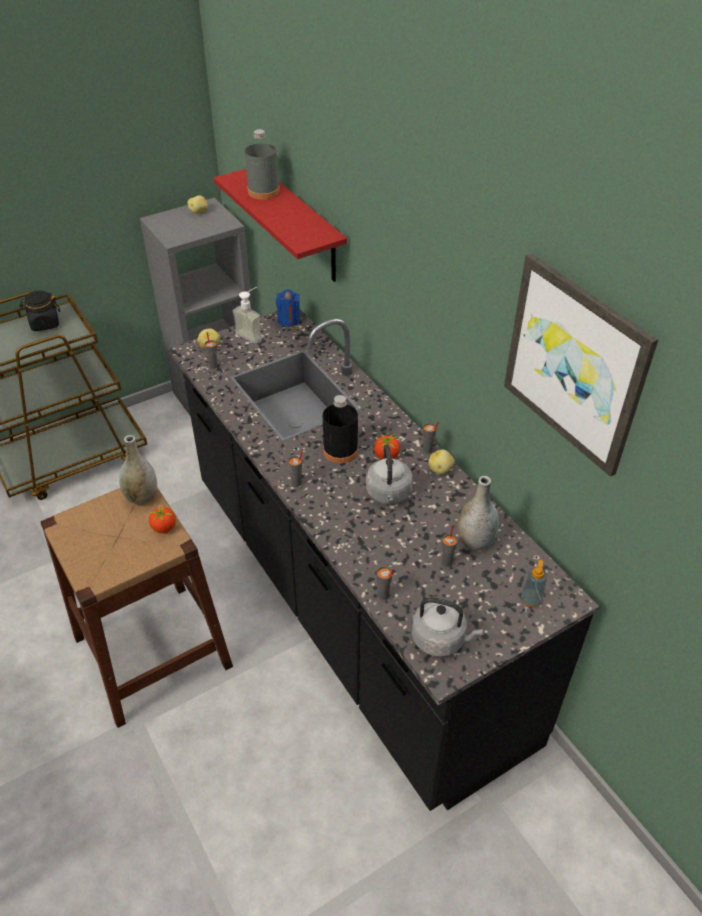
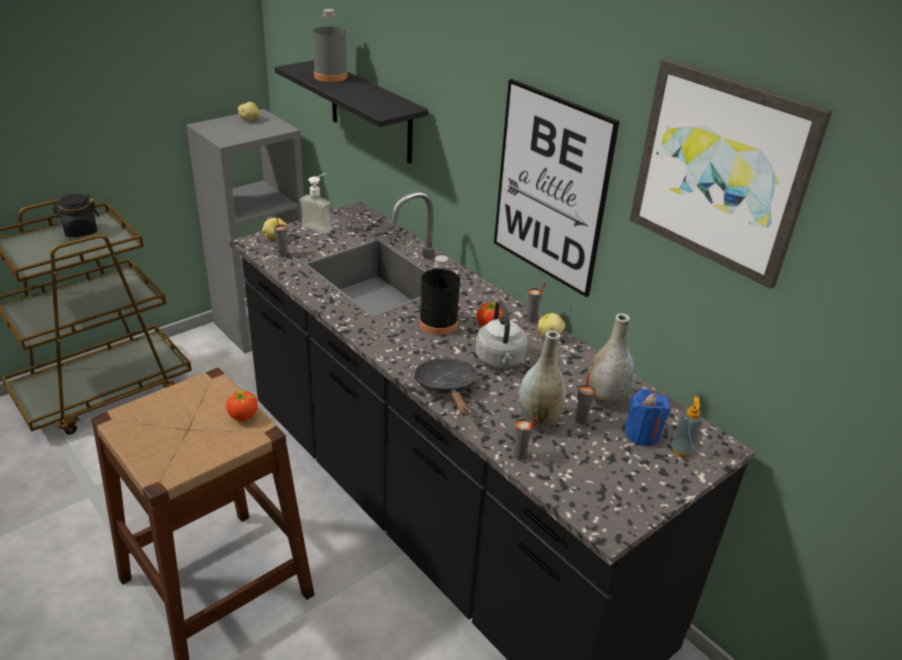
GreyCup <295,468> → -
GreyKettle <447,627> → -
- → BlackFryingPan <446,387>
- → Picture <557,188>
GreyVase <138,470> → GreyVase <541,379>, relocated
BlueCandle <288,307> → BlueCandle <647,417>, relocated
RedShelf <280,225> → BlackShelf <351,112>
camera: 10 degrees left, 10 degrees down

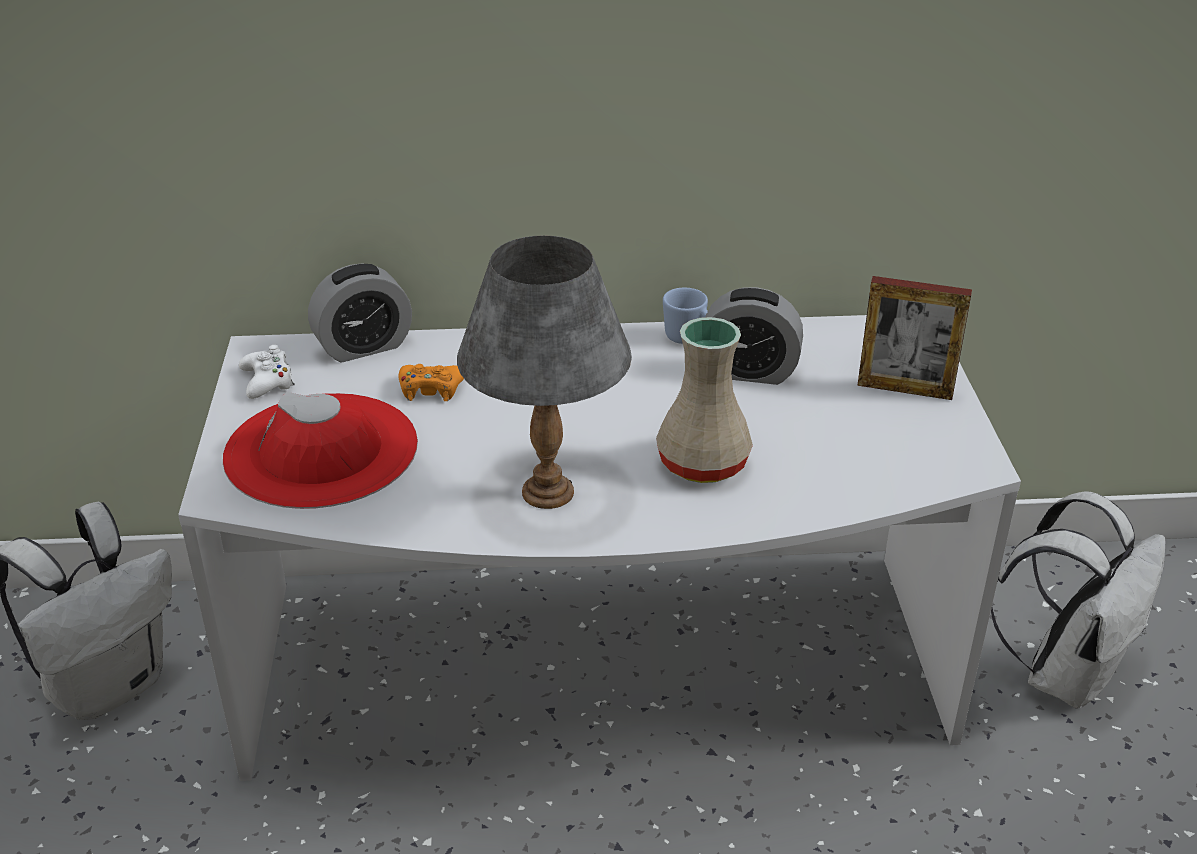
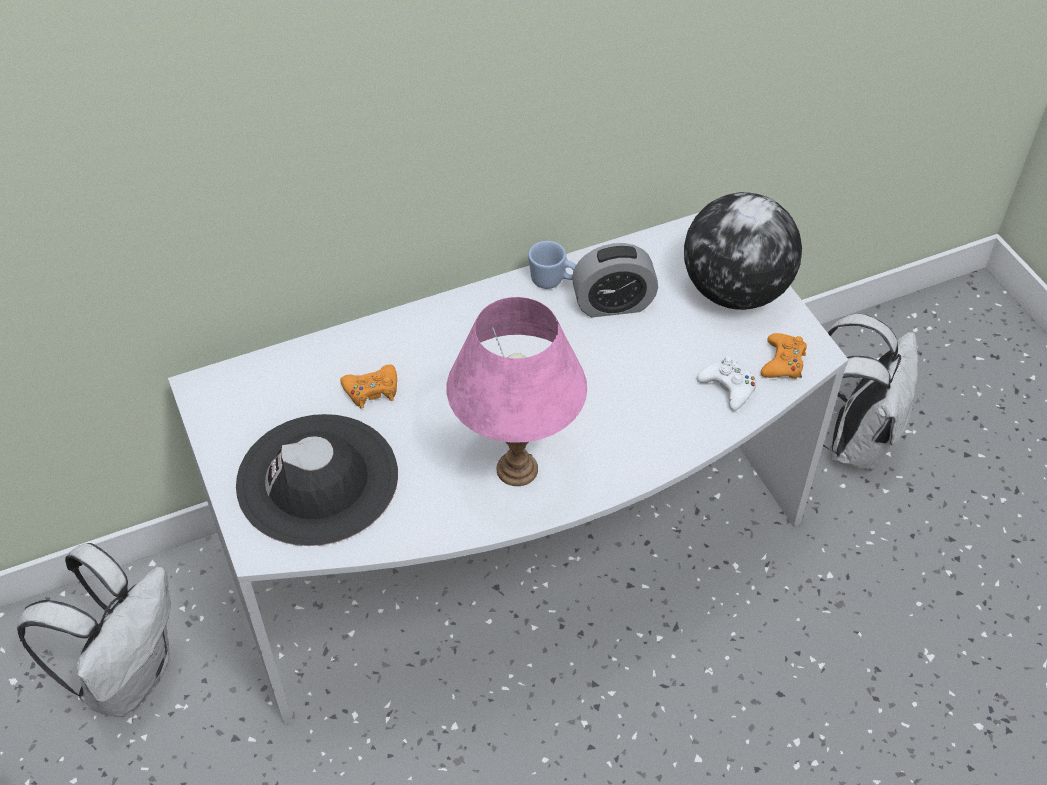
AlarmClock <360,313> → -
BeigeVase <704,400> → -
- → OrangeGameController <784,356>
WhiteGameController <267,372> → WhiteGameController <727,383>, relocated
PictureFrame <914,338> → Globe <743,251>
RedHat <320,450> → BlackHat <317,480>
GreyTableLamp <544,372> → PinkTableLamp <517,391>
camera: 20 degrees left, 15 degrees up

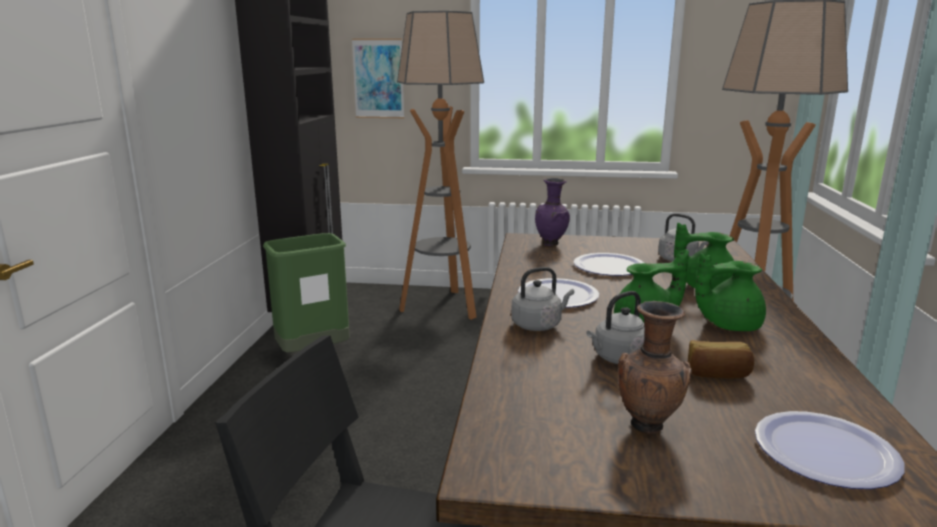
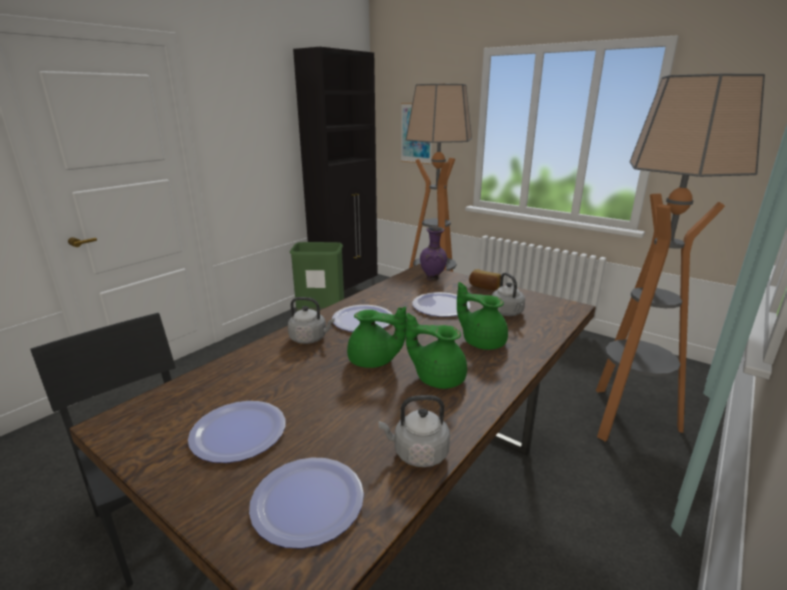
GreyKettle <615,327> → GreyKettle <414,431>, relocated
Bread <721,359> → Bread <485,279>, relocated
BrownVase <655,368> → Plate <236,432>
camera: 30 degrees right, 5 degrees up

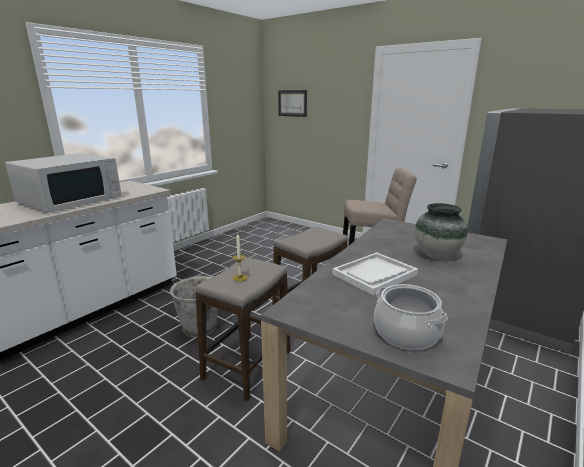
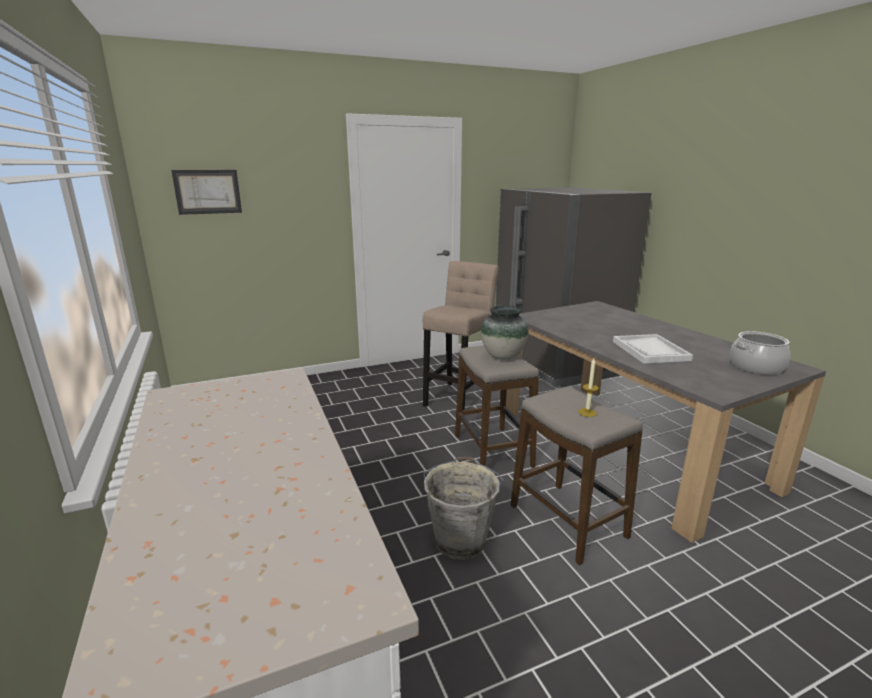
WhiteMicrowave <63,183> → -
Vase <441,231> → Vase <504,332>, relocated
camera: 60 degrees left, 0 degrees up

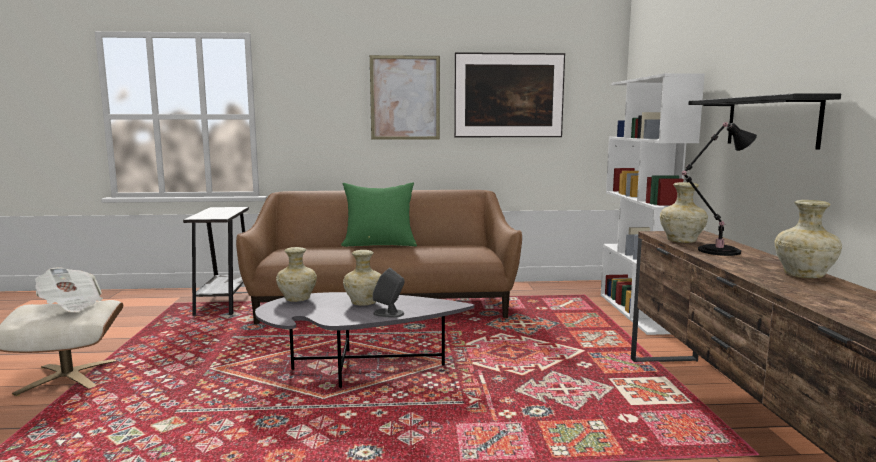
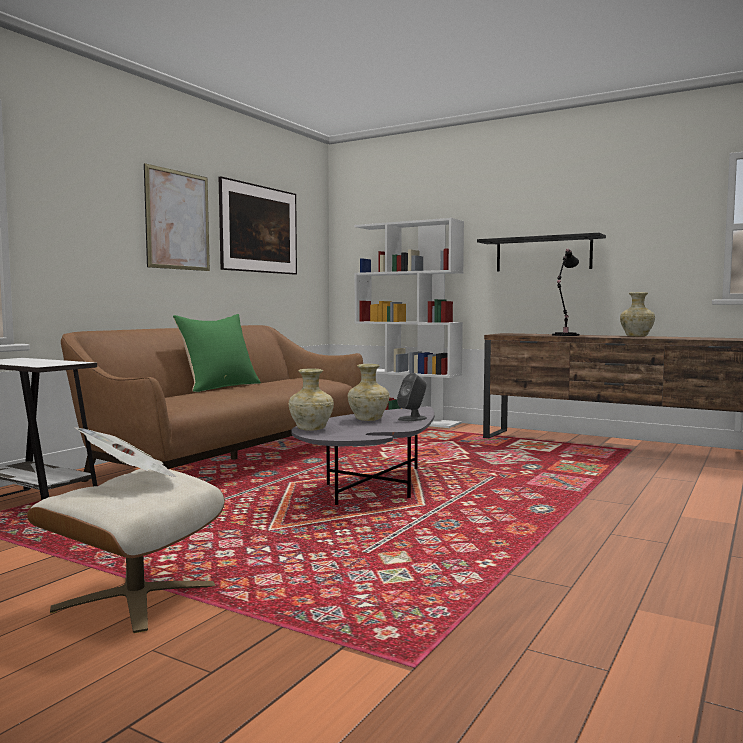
BeigeVase <684,212> → -
camera: 55 degrees left, 5 degrees down

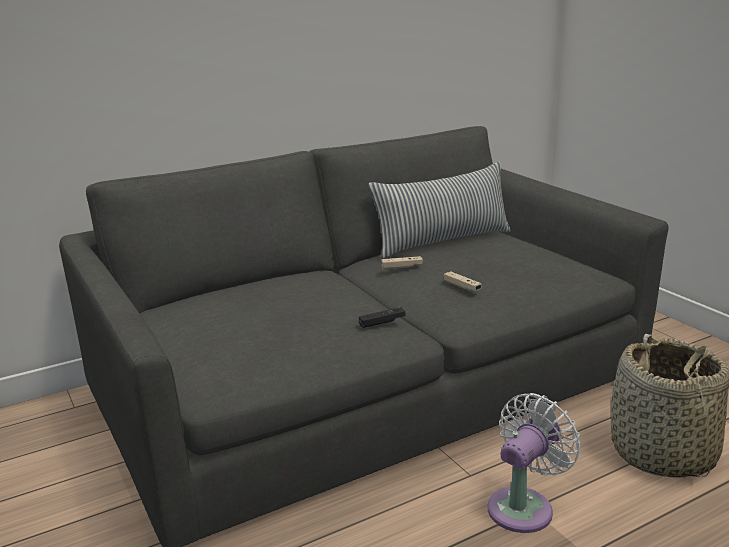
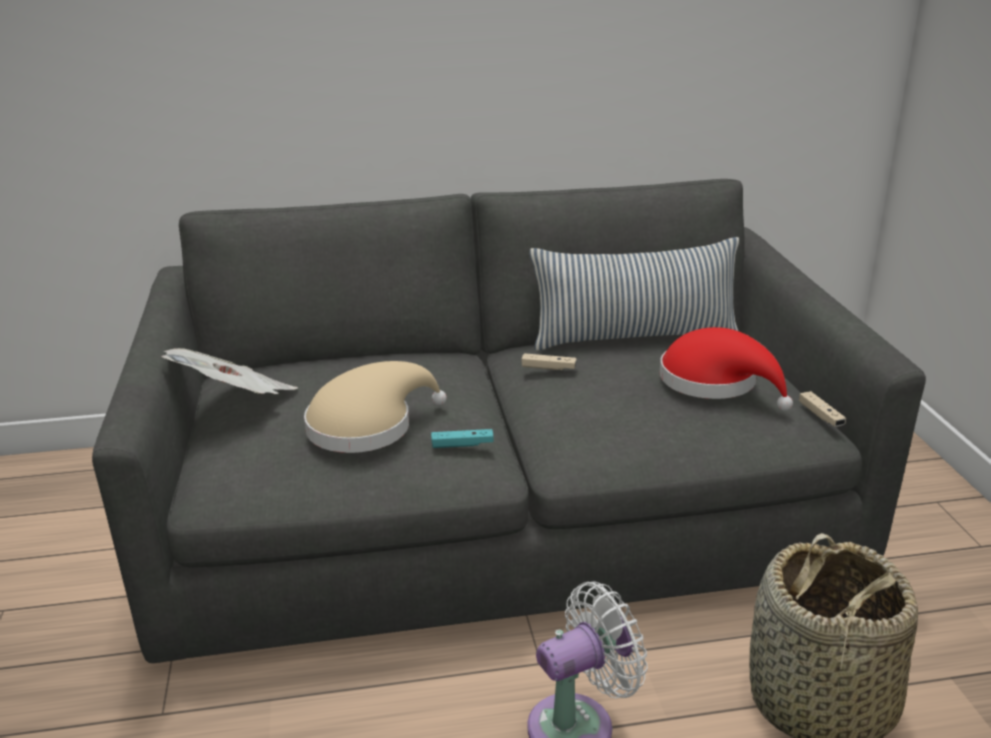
- → Newspaper <229,371>
- → BeigeHat <375,407>
- → RedHat <726,369>
BeigeGameController <463,281> → BeigeGameController <822,409>, relocated
BlackGameController <382,317> → TurquoiseGameController <462,438>
camera: 20 degrees right, 5 degrees up

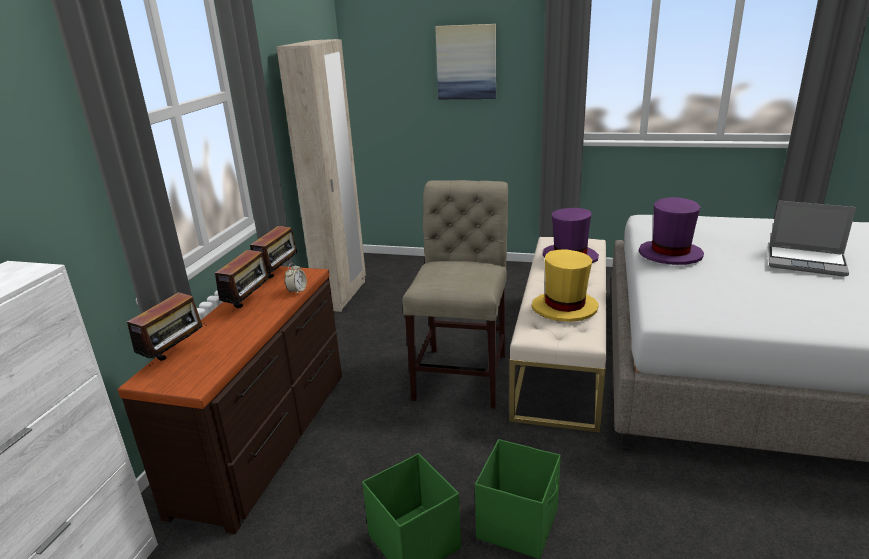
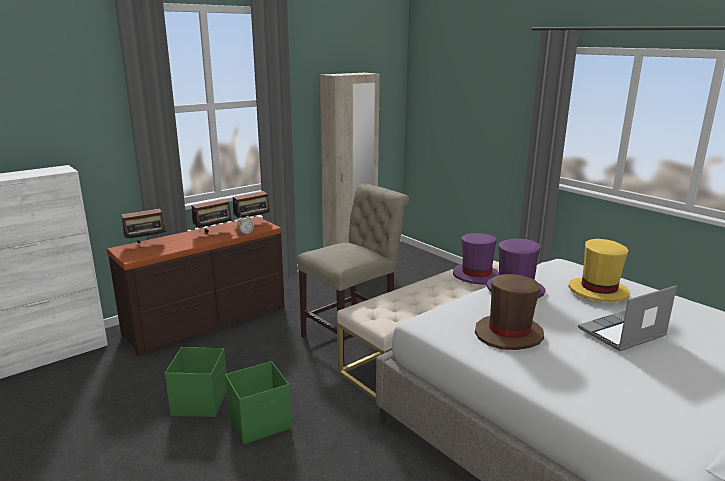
Picture <465,61> → -
- → BrownHat <509,312>
YellowHat <565,285> → YellowHat <599,270>, relocated
Laptop <812,238> → Laptop <627,318>, 90 degrees clockwise
camera: 35 degrees right, 5 degrees down

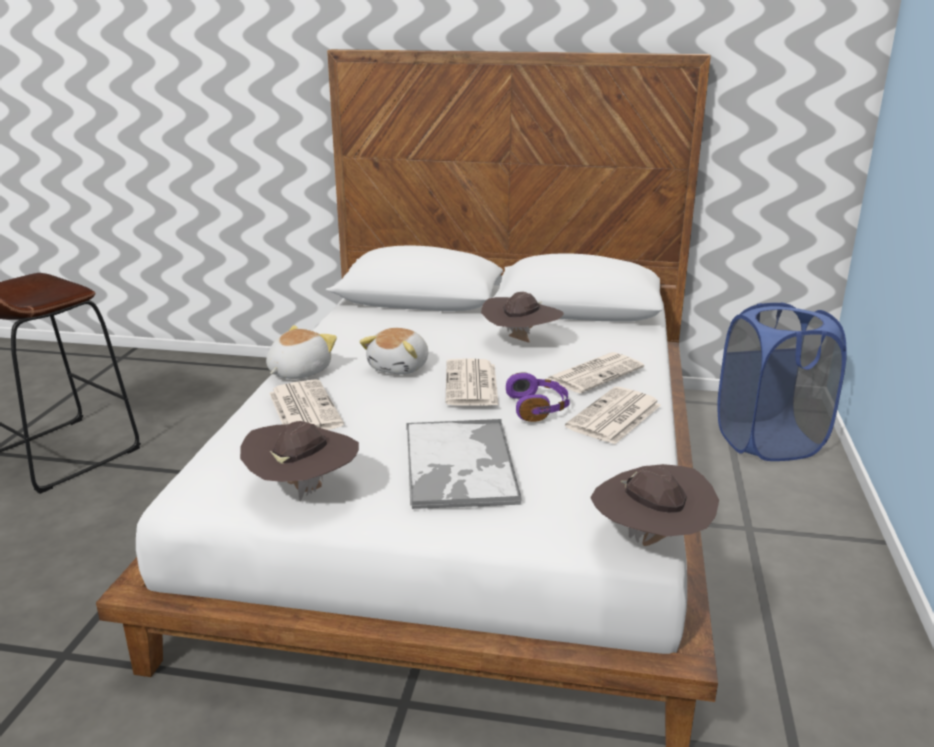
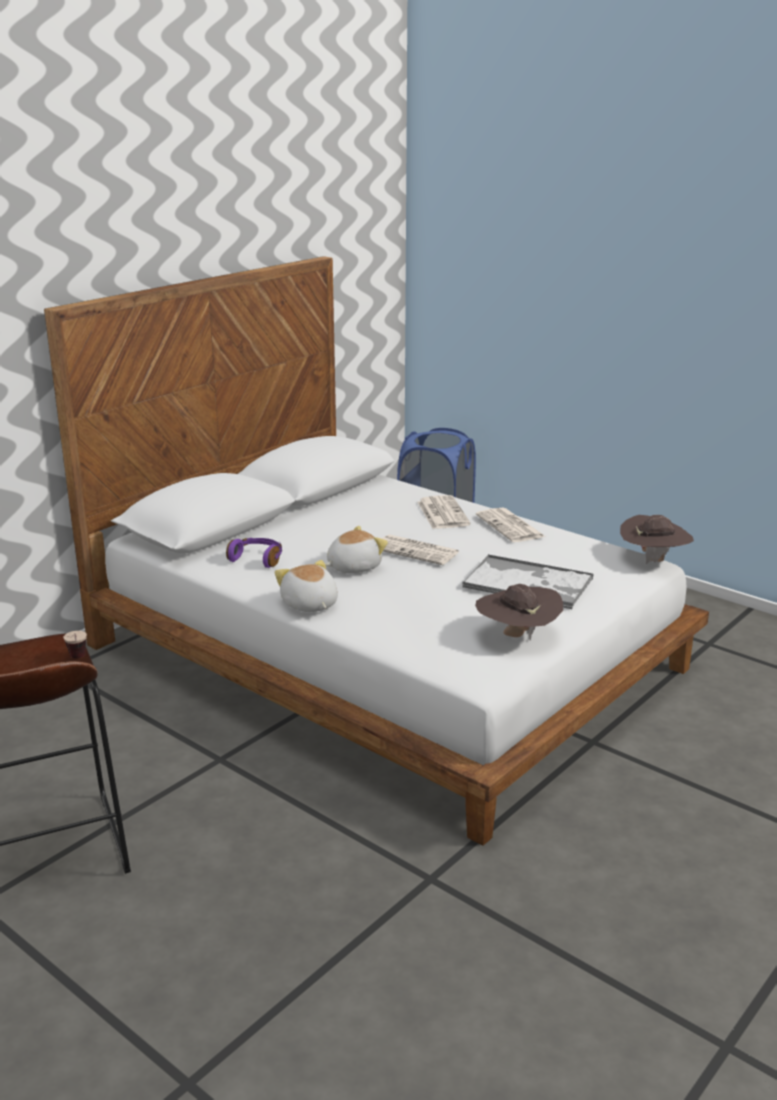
Newspaper <306,404> → -
BrownHat <522,317> → -
- → Cup <75,644>
PurpleHeadphones <538,397> → PurpleHeadphones <254,553>, relocated
PlushToy <393,351> → PlushToy <357,549>, 90 degrees counterclockwise
camera: 60 degrees left, 0 degrees up

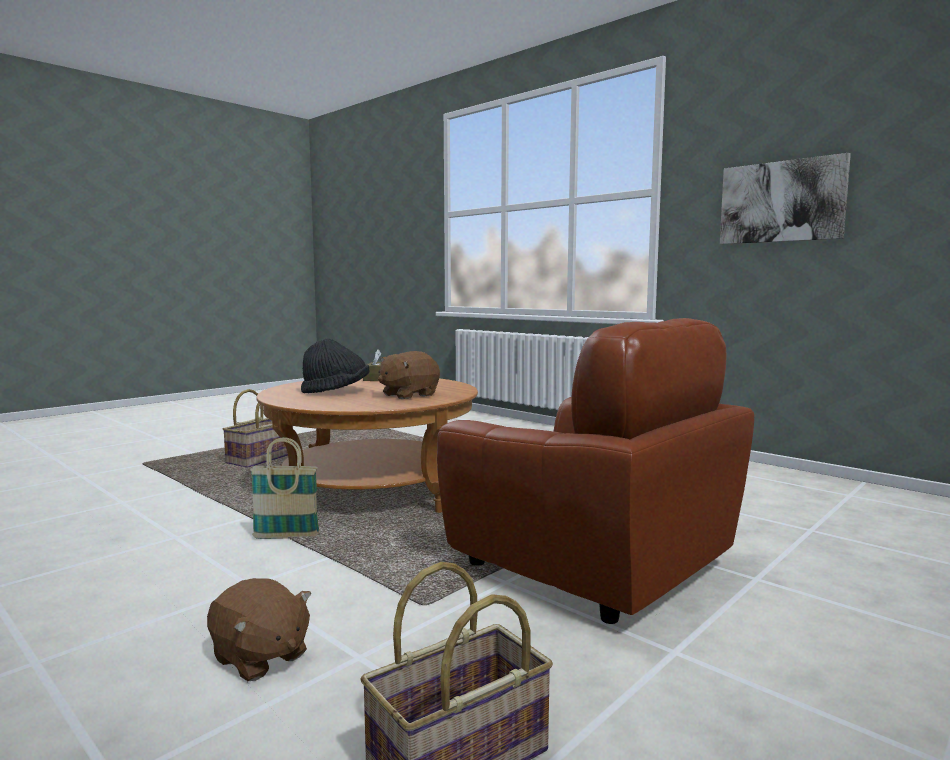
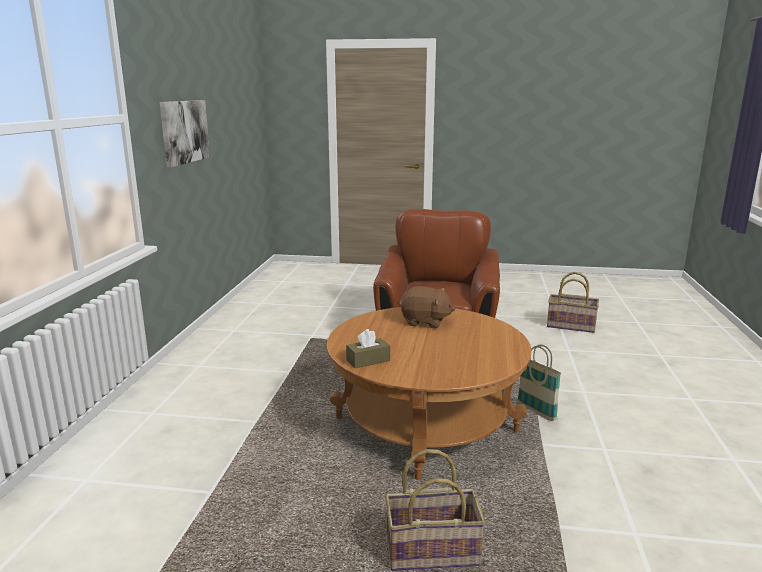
BrownPlushToy <259,629> → -
BlackHat <335,366> → -
camera: 125 degrees left, 10 degrees up

